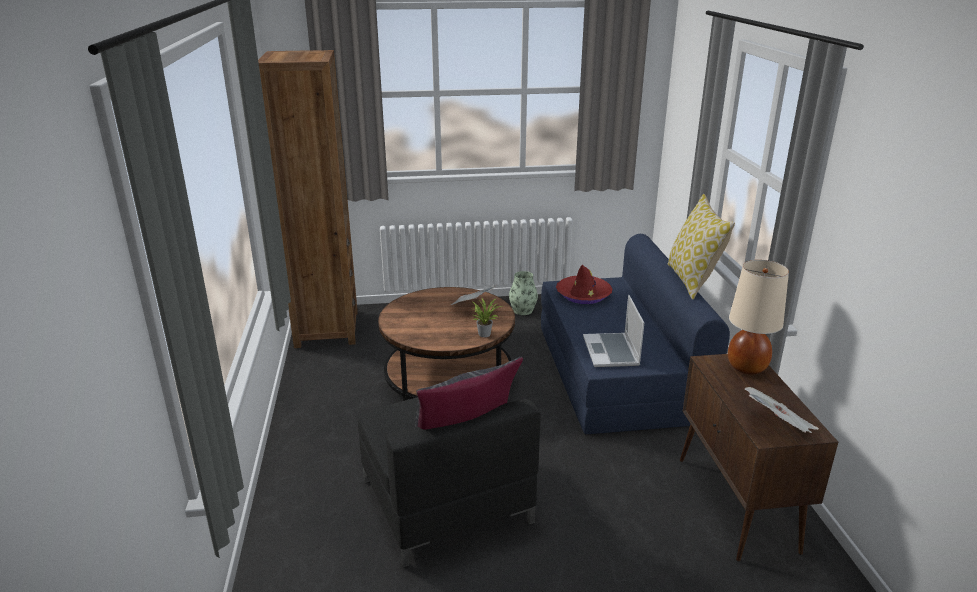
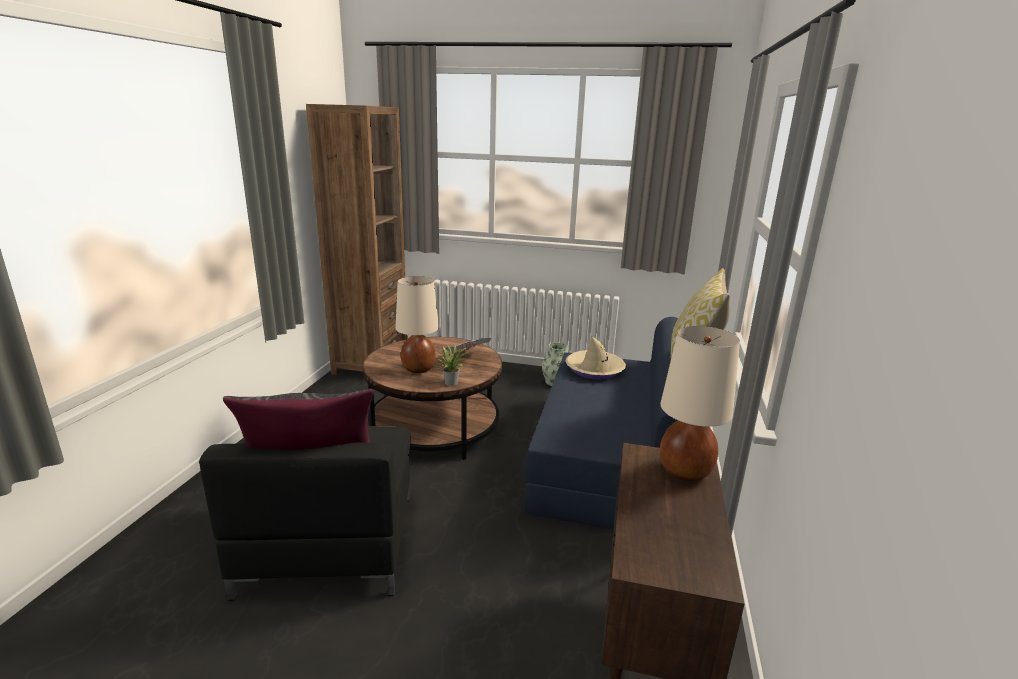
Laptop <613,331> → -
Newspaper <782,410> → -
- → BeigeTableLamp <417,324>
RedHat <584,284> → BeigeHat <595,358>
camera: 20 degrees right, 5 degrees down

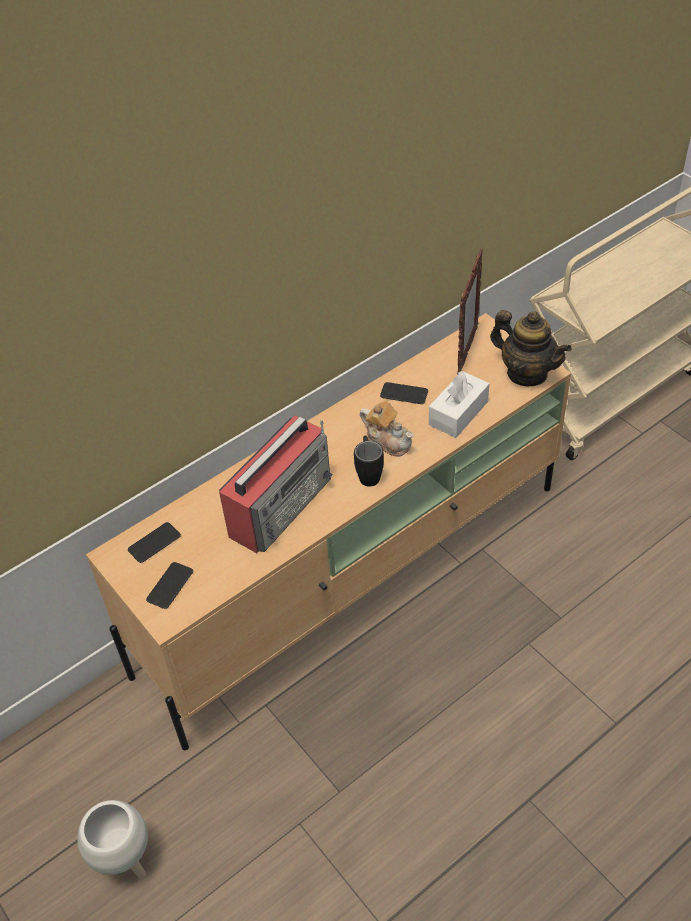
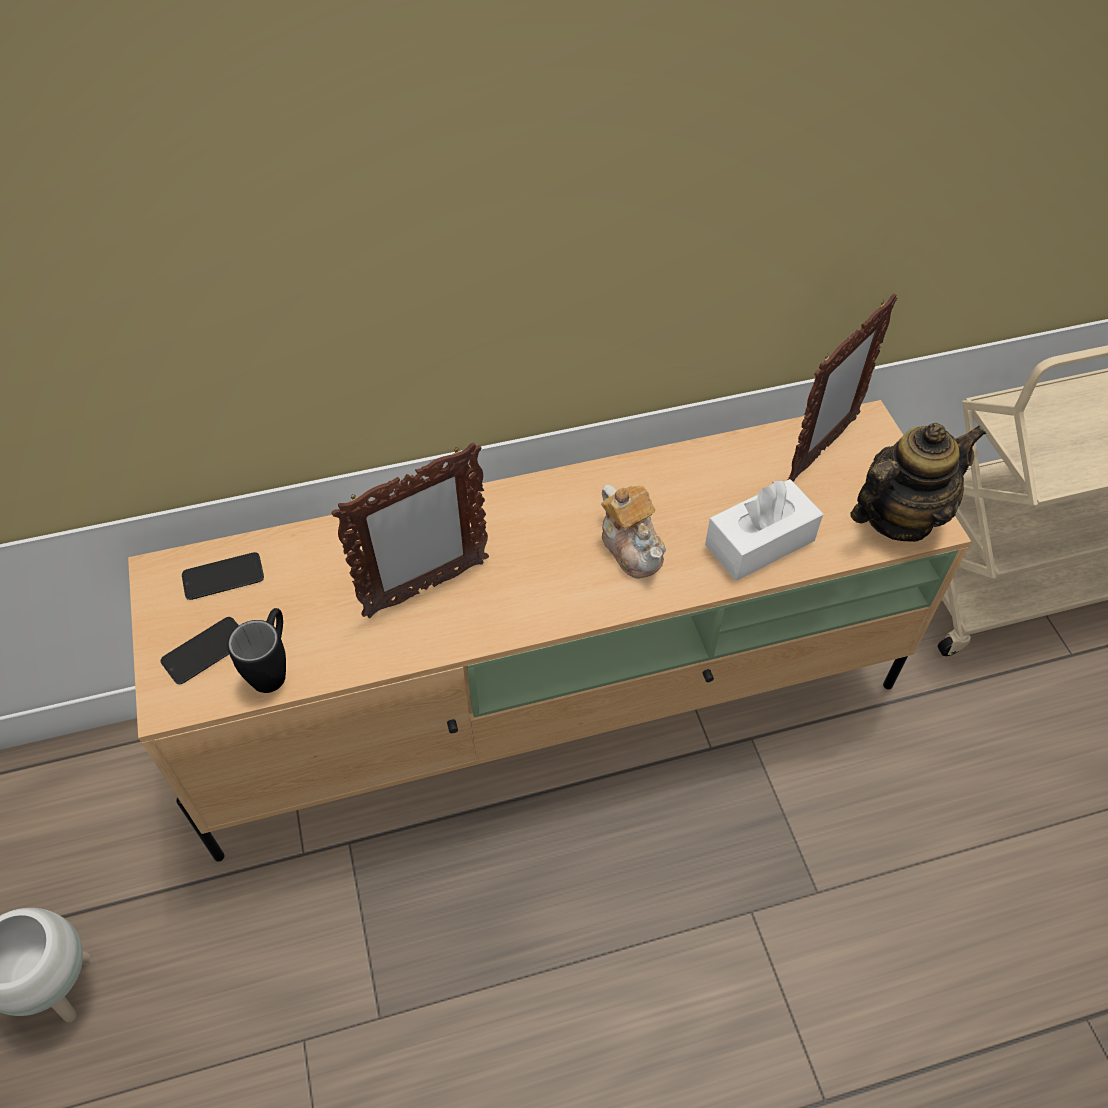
Phone <404,393> → -
BlackMug <369,461> → BlackMug <256,650>, relocated
Radio <275,484> → PictureFrame <410,530>
Teapot <531,348> → Teapot <918,482>, 90 degrees counterclockwise
camera: 20 degrees right, 5 degrees up

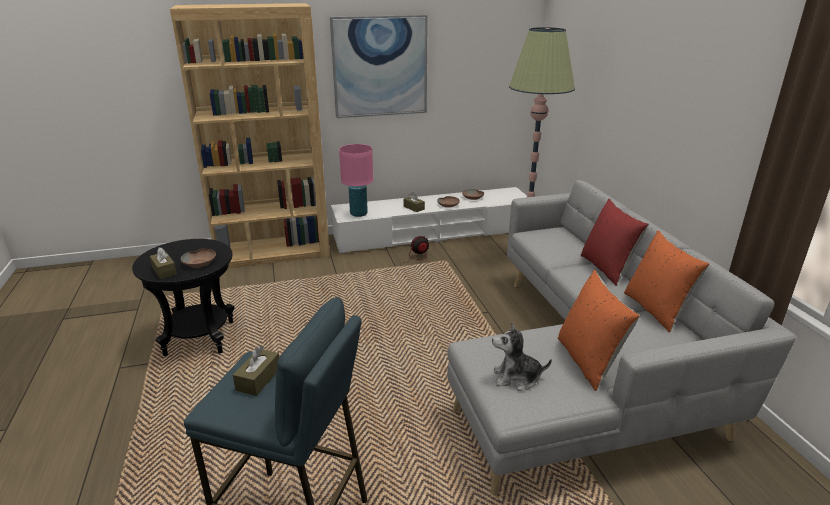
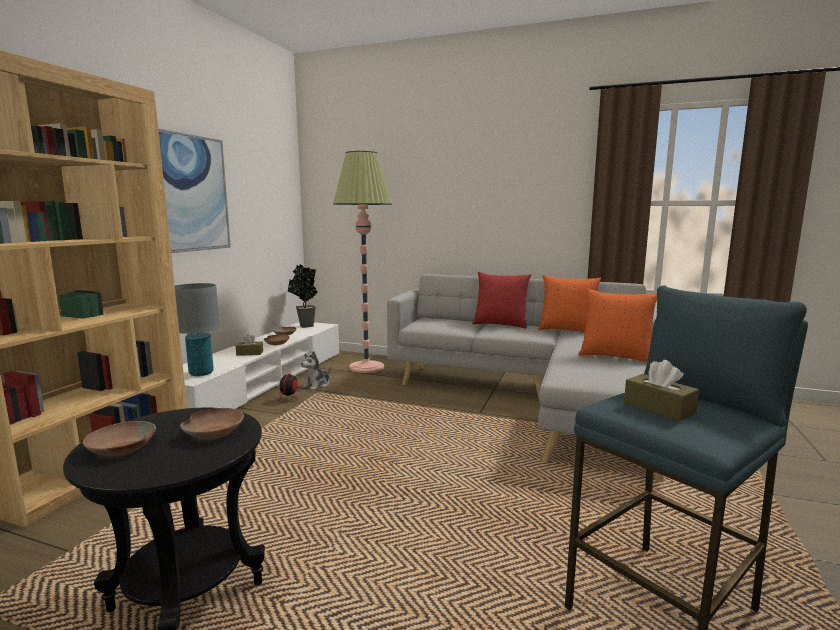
BrownTissueBox <163,263> → -
- → BrownBowl <119,438>
- → PottedPlant <303,296>
PlushToy <522,357> → PlushToy <316,370>, relocated
PinkTableLamp <356,180> → GreyTableLamp <197,329>
camera: 55 degrees left, 15 degrees down

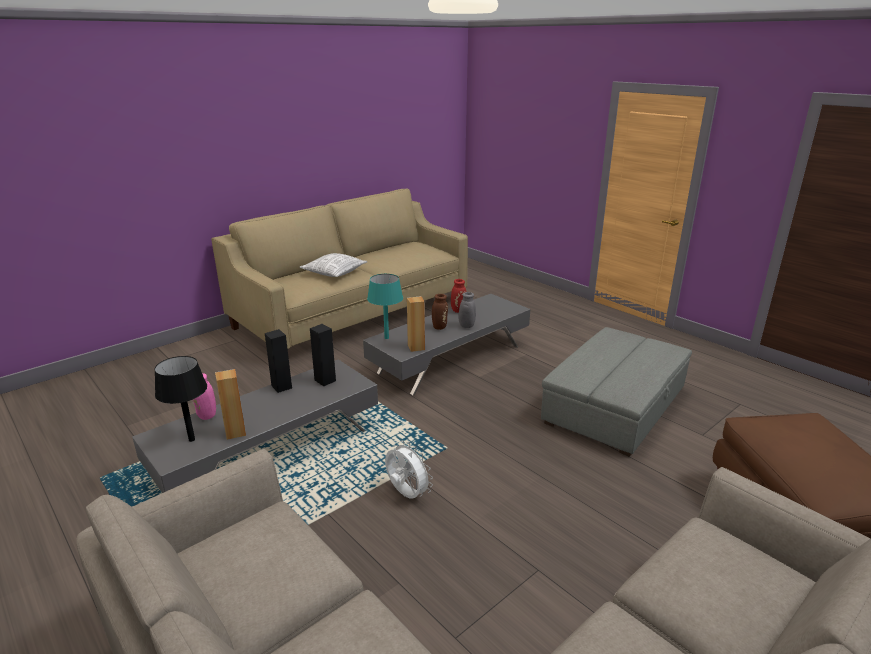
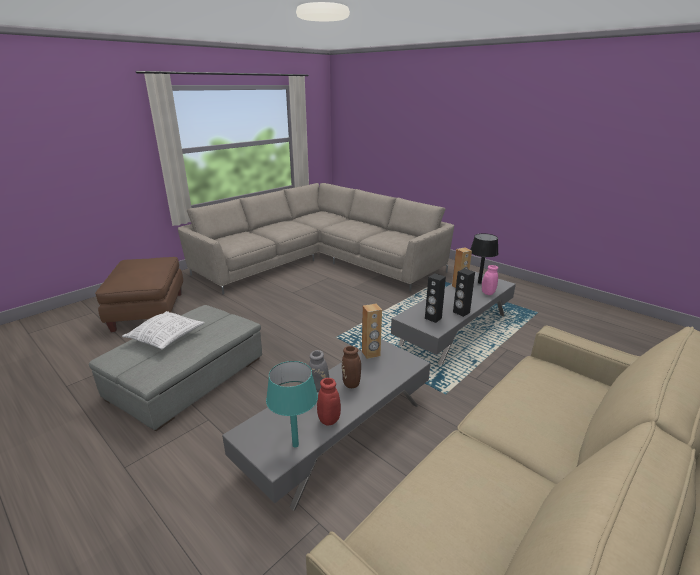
WhiteFan <409,469> → -
Pillow <333,265> → Pillow <163,330>, relocated
TurquoiseTableLamp <385,306> → TurquoiseTableLamp <292,404>, relocated
camera: 175 degrees right, 0 degrees up

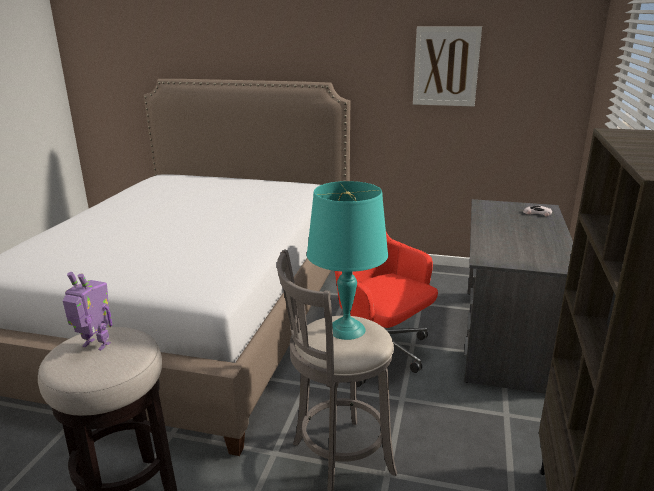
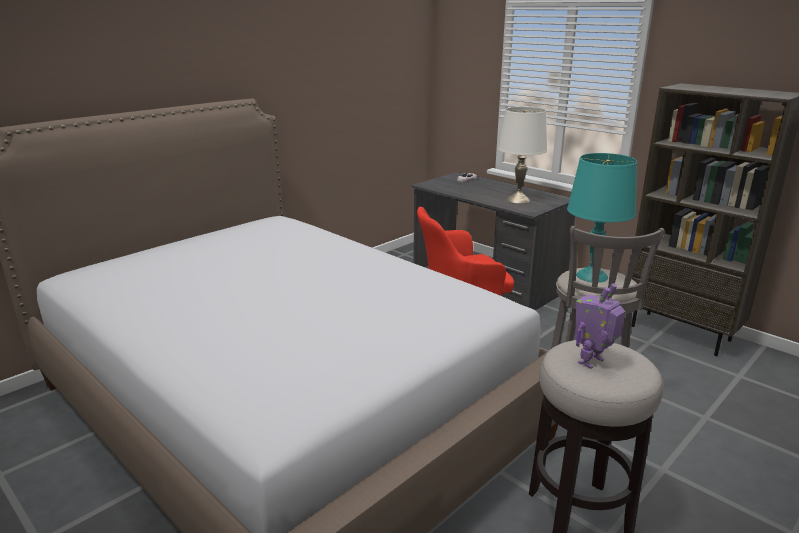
Picture <447,66> → -
- → WhiteTableLamp <522,155>
camera: 60 degrees left, 0 degrees up

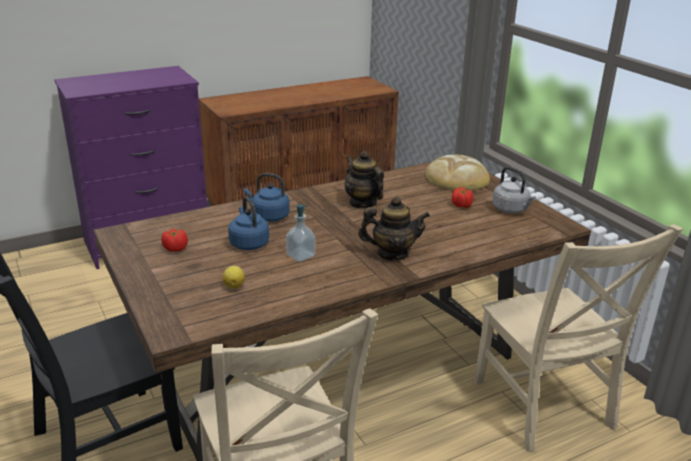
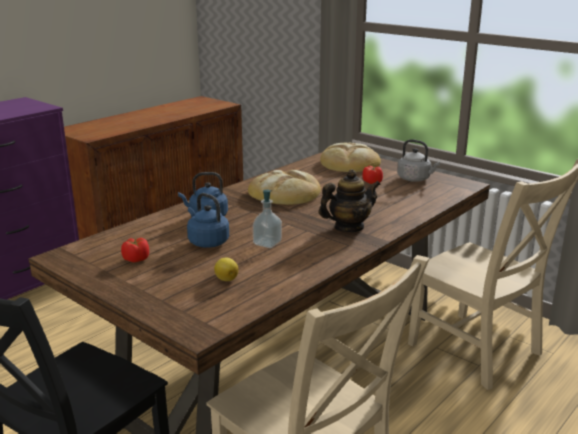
Teapot <364,180> → Bread <284,187>
camera: 20 degrees left, 5 degrees down

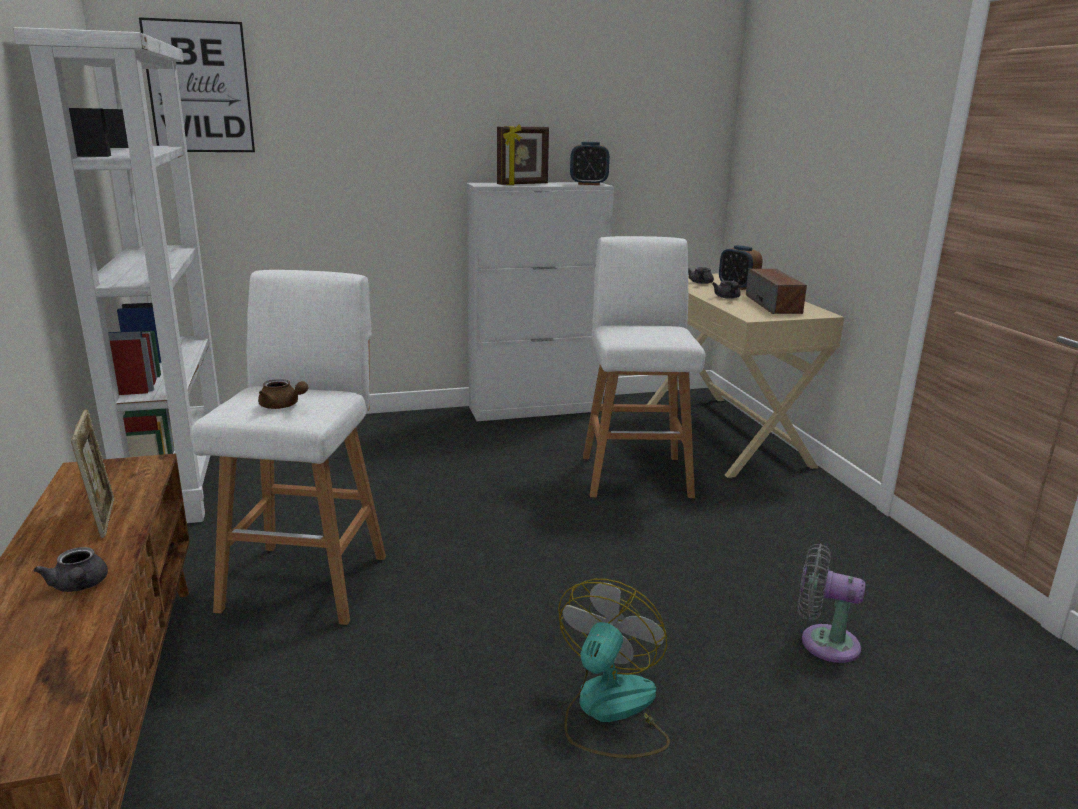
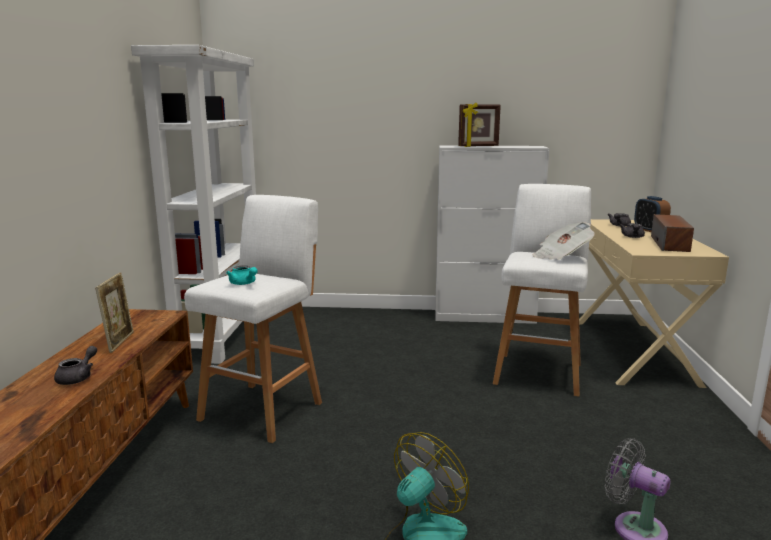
Picture <197,84> → -
AlarmClock <590,163> → -
- → Newspaper <564,241>
BrownTeapot <283,394> → TurquoiseTeapot <242,275>
GreyTeapot <71,569> → GreyTeapot <75,365>, 150 degrees counterclockwise
camera: 20 degrees right, 5 degrees down

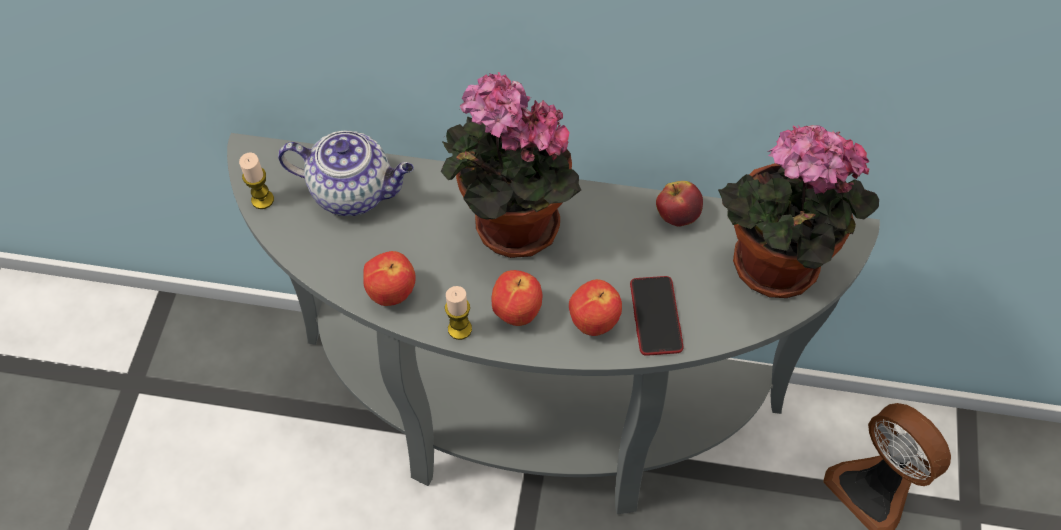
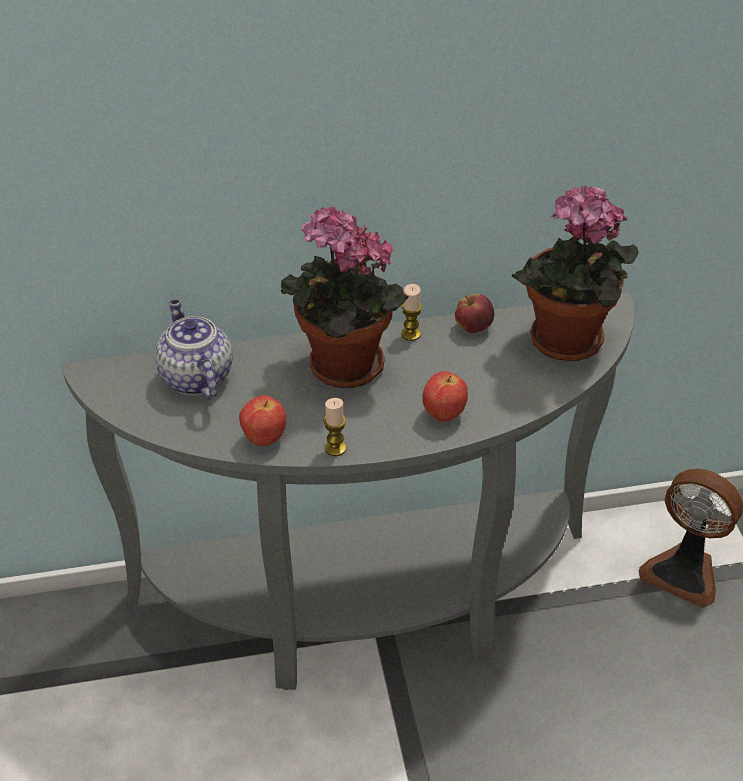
Apple <517,298> → -
Phone <656,316> → -
Candle <256,180> → Candle <411,312>, relocated
Teapot <346,173> → Teapot <194,349>, 105 degrees counterclockwise
camera: 20 degrees left, 15 degrees down

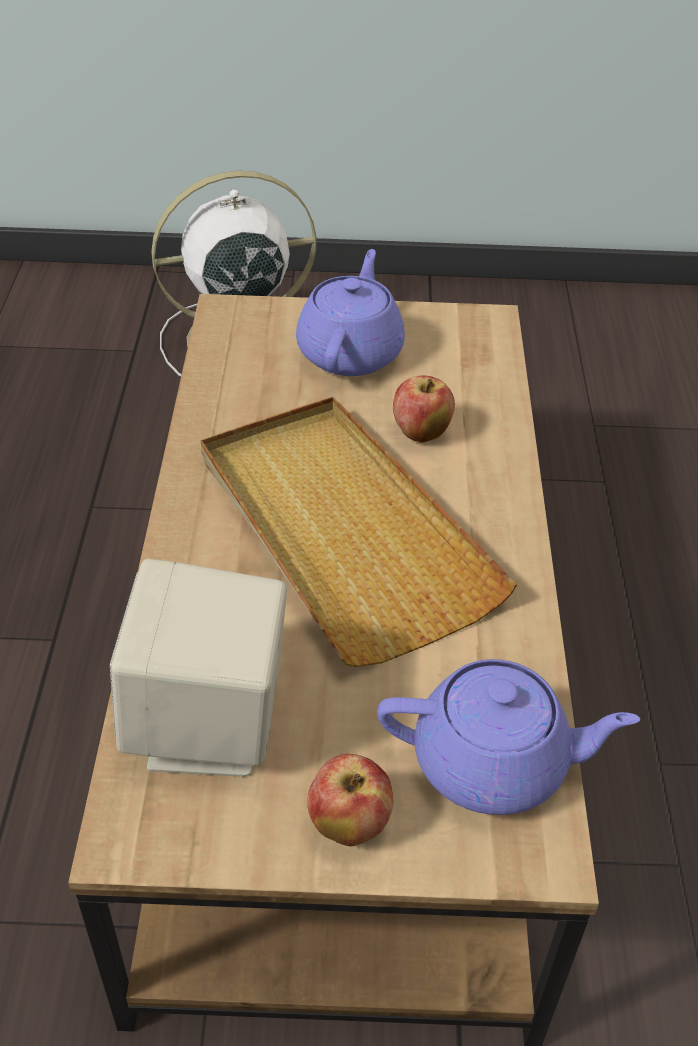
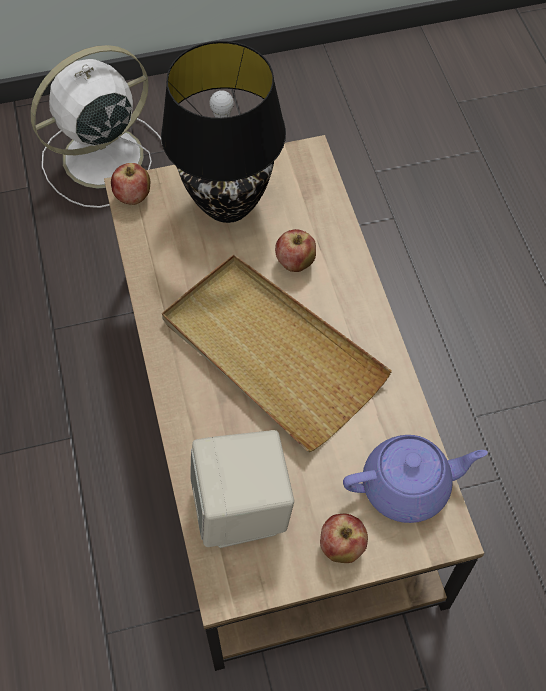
- → Apple <130,184>
PurpleTeapot <350,312> → BlackTableLamp <223,132>
camera: 15 degrees left, 15 degrees up

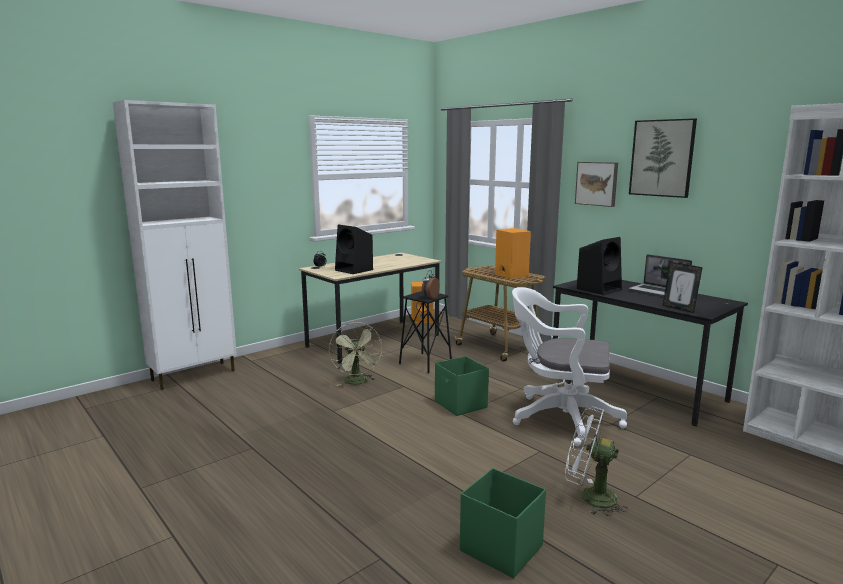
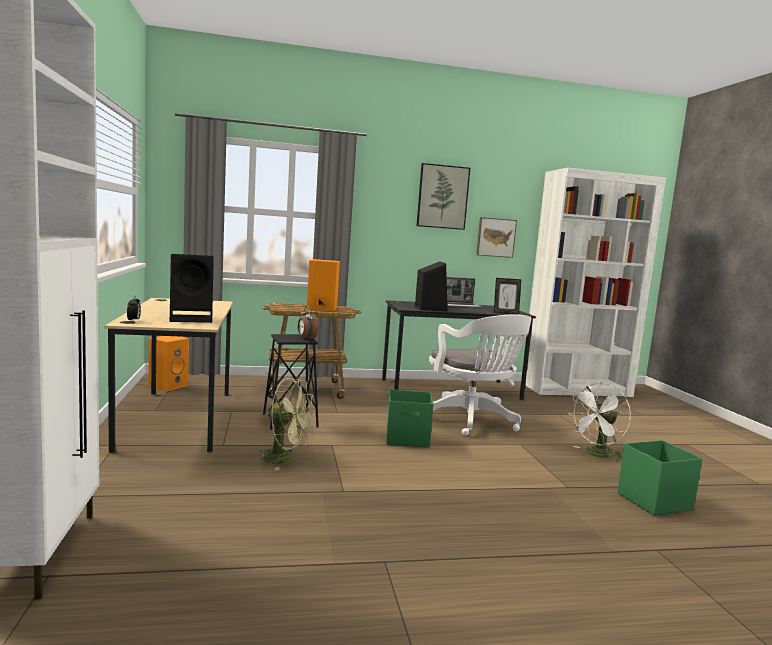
Picture <596,184> → Picture <496,237>, relocated
WhiteOfficeChair <569,366> → WhiteOfficeChair <480,375>, 75 degrees counterclockwise
camera: 60 degrees left, 5 degrees down

